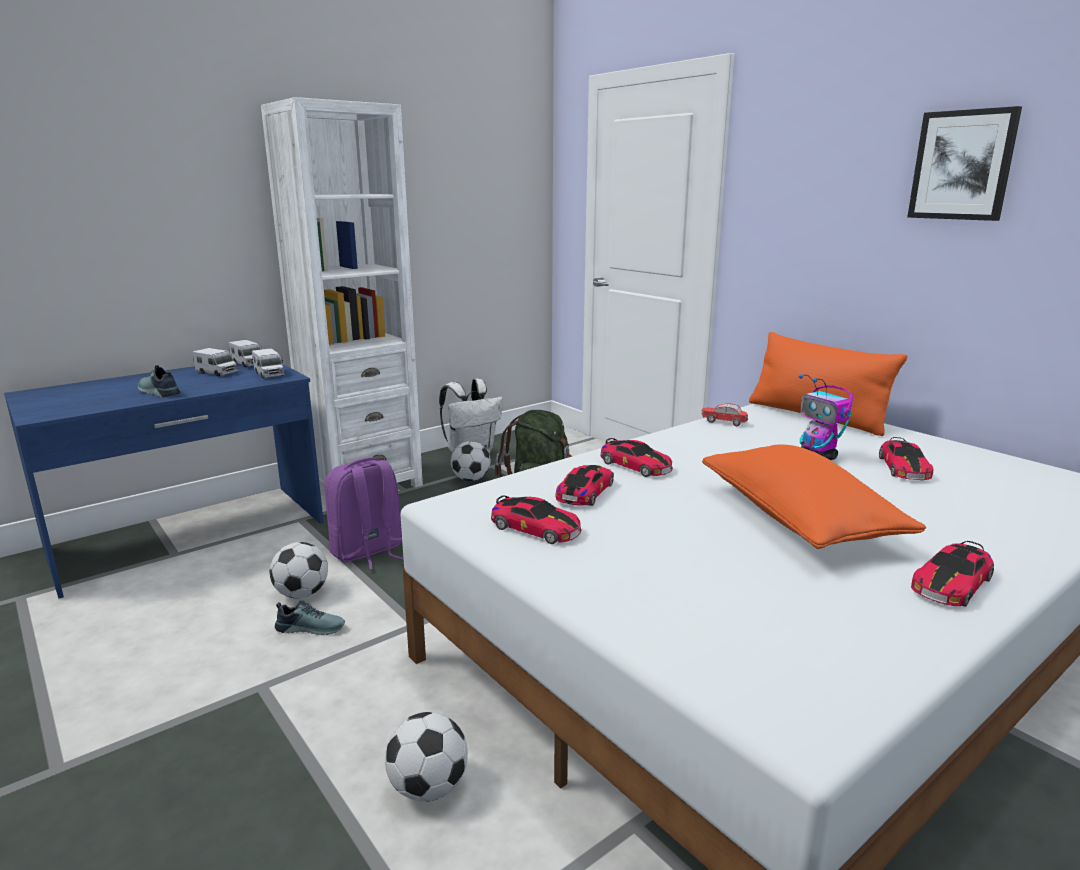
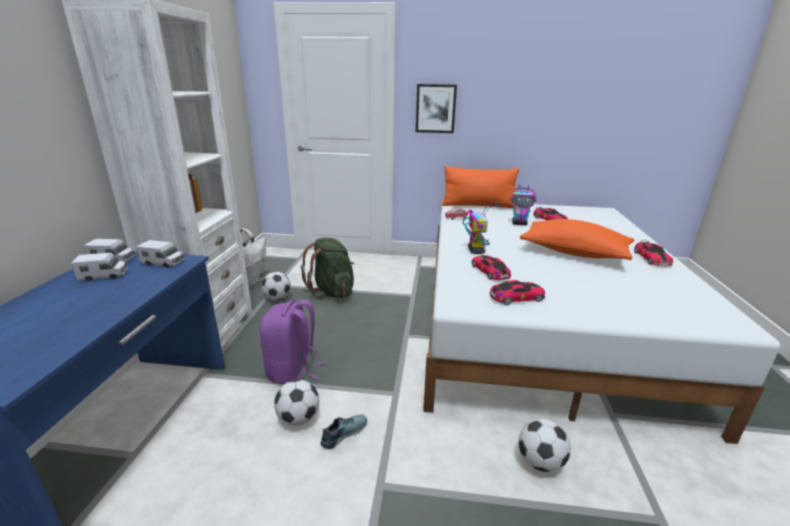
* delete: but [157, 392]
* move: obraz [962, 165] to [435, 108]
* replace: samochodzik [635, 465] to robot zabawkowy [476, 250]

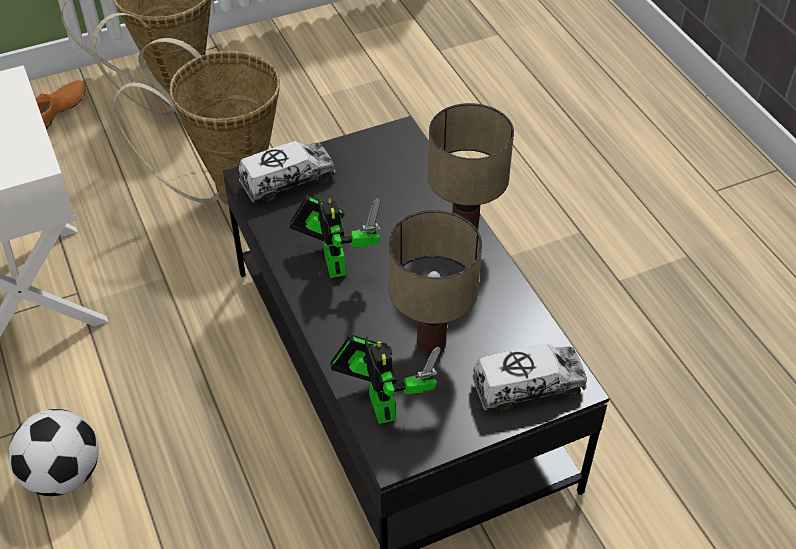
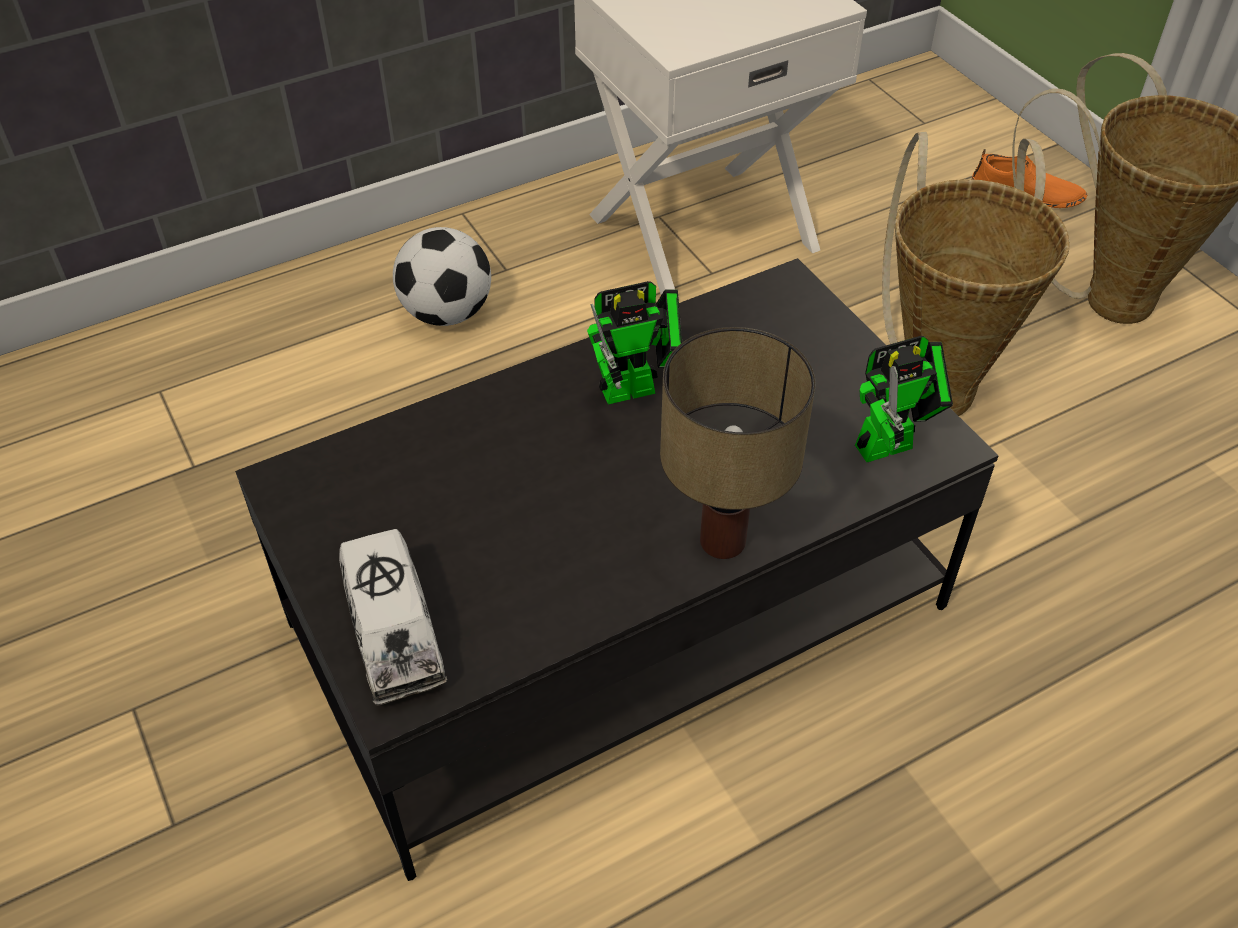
* delete: ciężarówka zabawkowa [287, 181]
* delete: lampa stołowa [432, 342]
* move: robot zabawkowy [380, 401] to [892, 444]

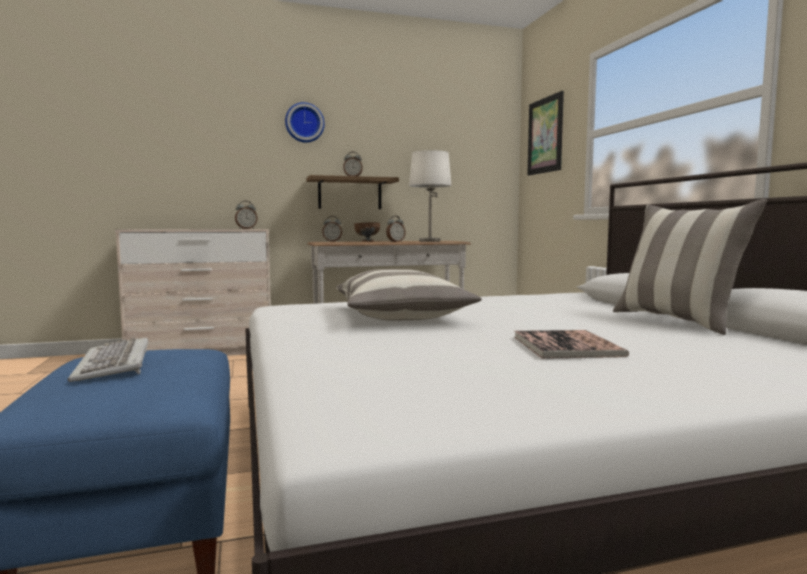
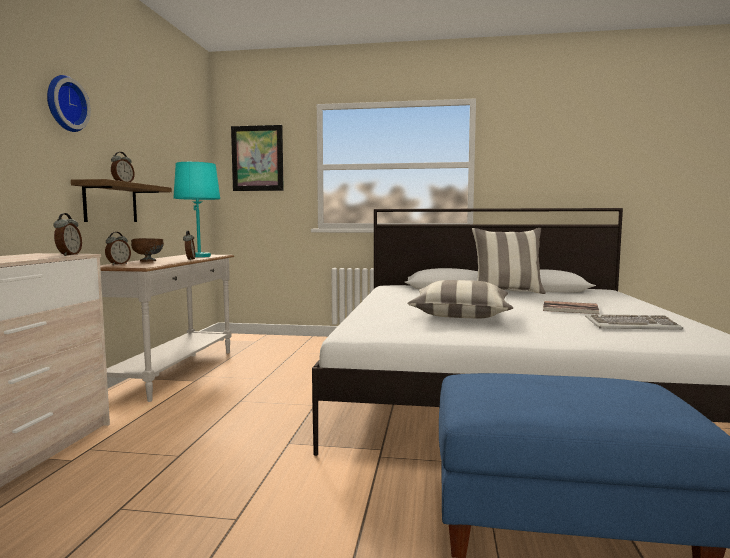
* move: klawiatura [115, 364] to [631, 326]
* recolor: lampa stołowa (biały) [430, 241] to lampa stołowa (turkusowy) [199, 256]

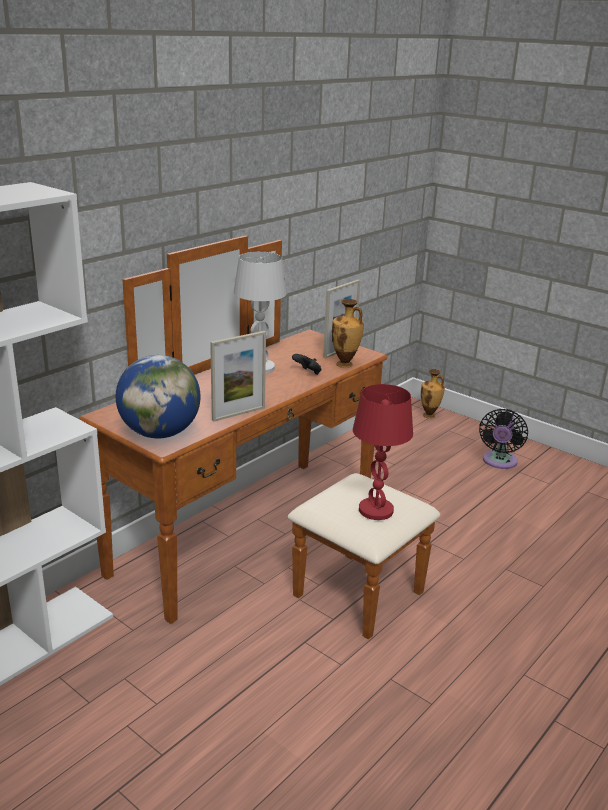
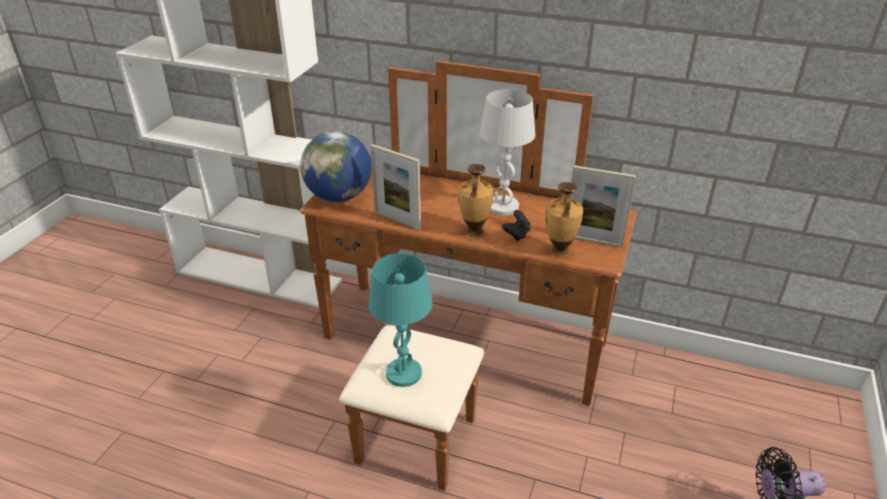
* move: wazon [429, 416] to [474, 232]
* recolor: lampa stołowa (czerwony) [376, 510] to lampa stołowa (turkusowy) [403, 374]

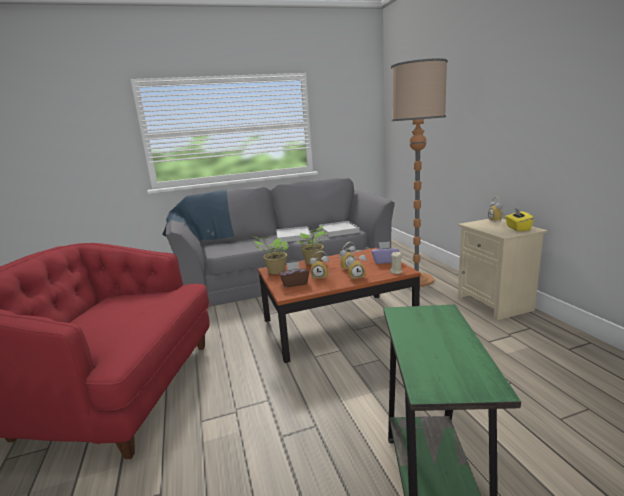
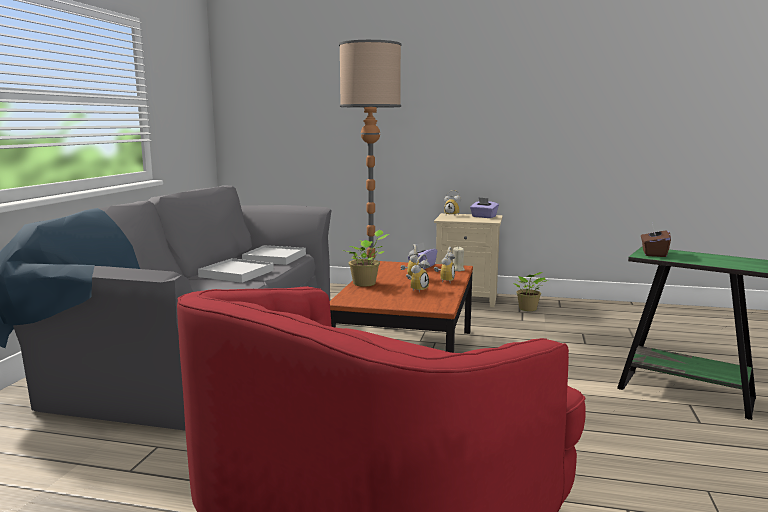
* move: roślina doniczkowa [275, 271] to [528, 309]
* move: pudełko chusteczek (brązowy) [294, 283] to [653, 253]
* recolor: pudełko chusteczek (żółty) [517, 228] to pudełko chusteczek (fioletowy) [483, 217]

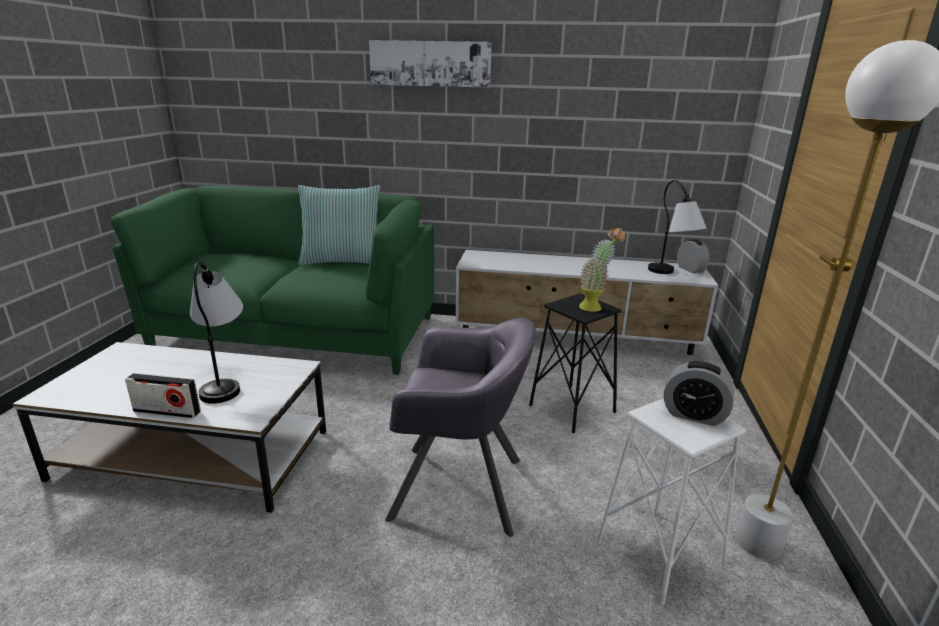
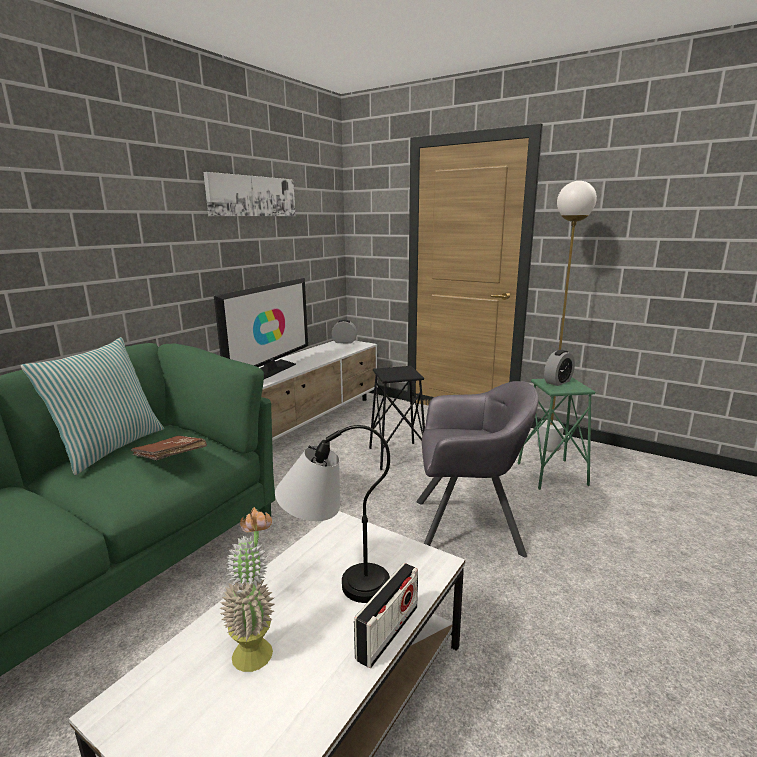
* delete: lampa stołowa [670, 275]
* insert: książka (brązowy) [170, 459]
* insert: telewizor [269, 370]
* move: obraz [430, 64] to [252, 196]
* move: roślina doniczkowa [595, 307] to [256, 645]
* recolor: stołek (biały) [659, 554] to stołek (zielony) [552, 474]
* rotate: fotel (szary) [459, 488] = [468, 527] 60 degrees clockwise

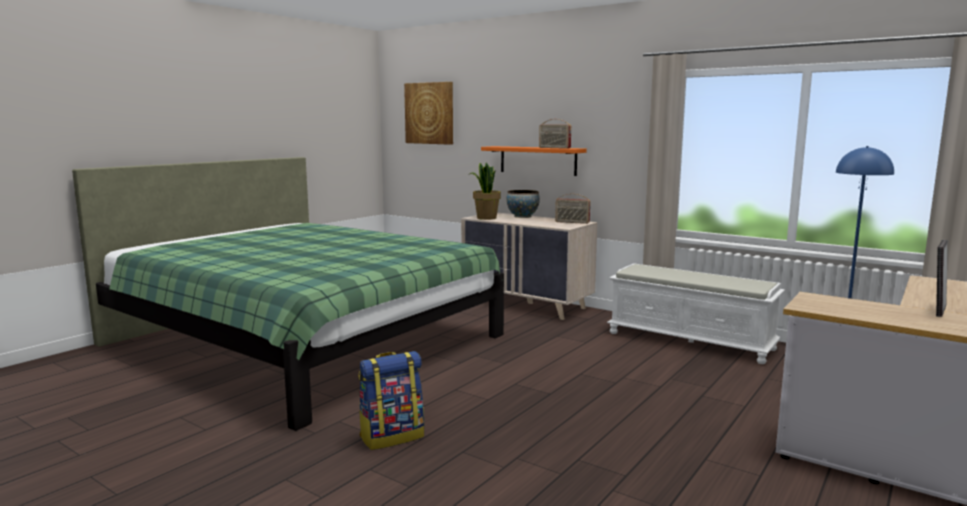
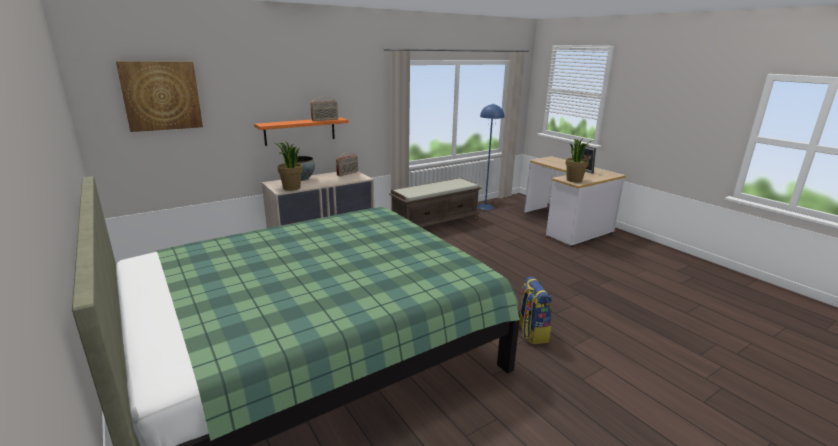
* insert: roślina doniczkowa [574, 180]
* recolor: ławka (biały) [691, 341] to ławka (brązowy) [435, 222]

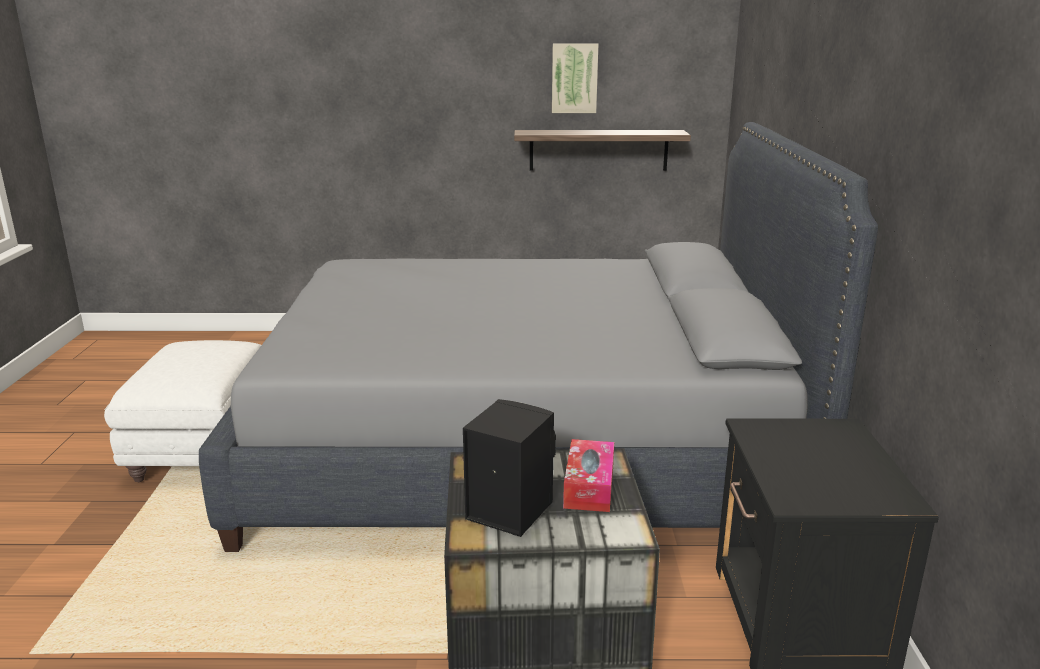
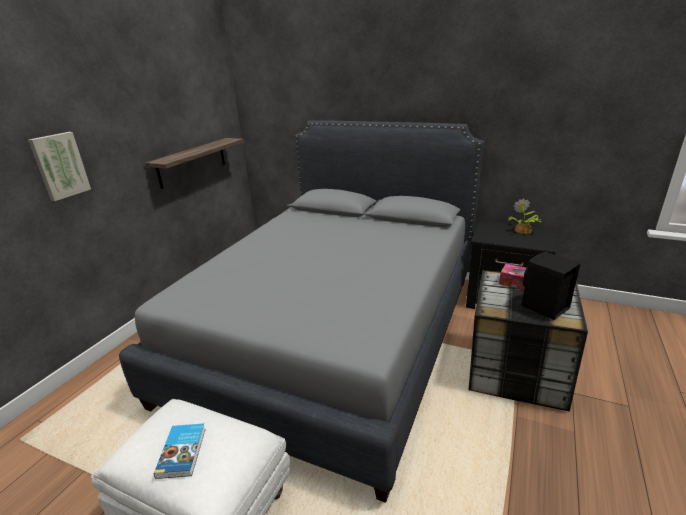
* insert: książka [183, 452]
* insert: roślina doniczkowa [522, 230]
* move: obraz [574, 78] to [59, 166]

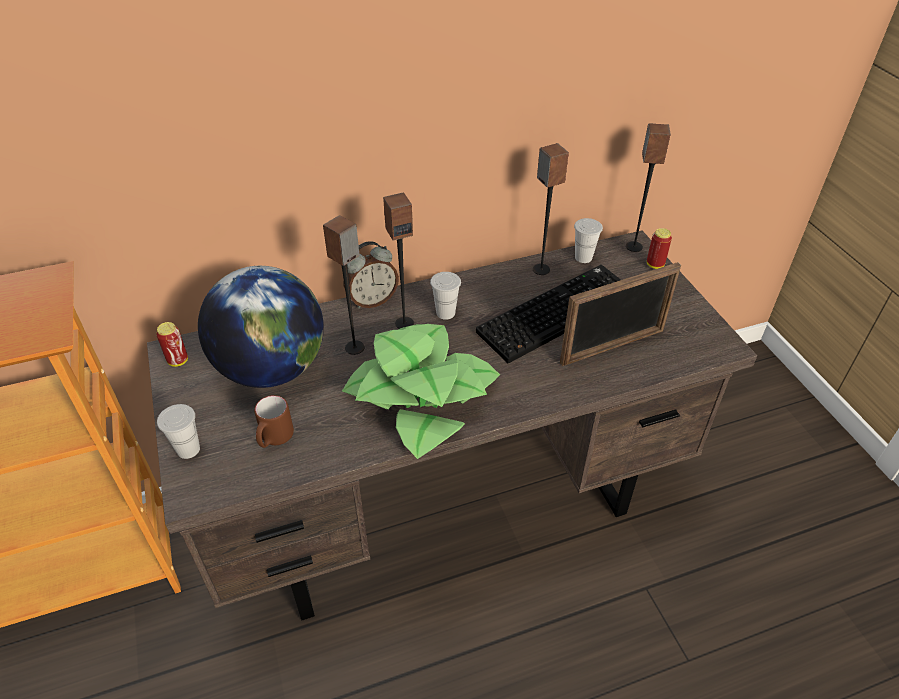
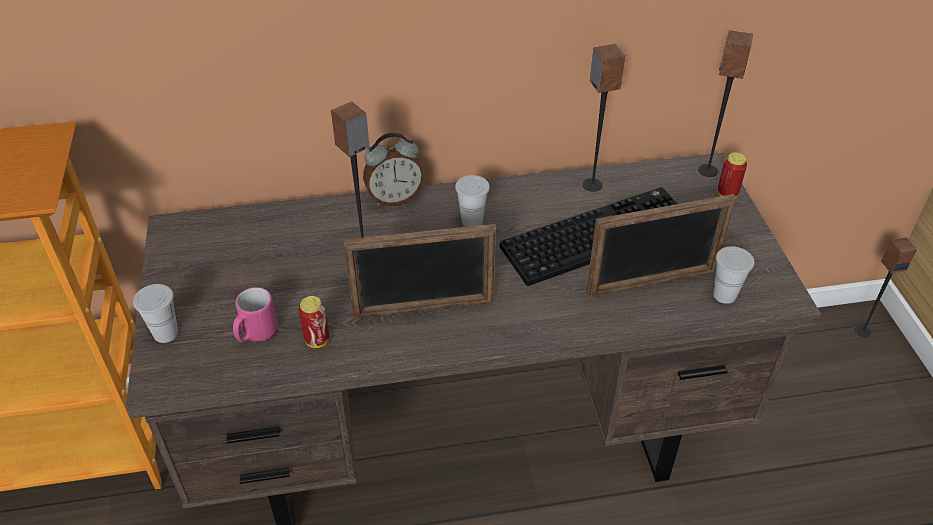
* delete: globus [272, 368]
* move: puszka [178, 361] to [317, 340]
* move: głośnik [404, 323] to [862, 331]
* move: filiżanka (biały) [583, 257] to [724, 295]
* replace: roślina doniczkowa [422, 394] to ramka na zdjęcie [424, 308]
* recolor: kubek (brązowy) [274, 439] to kubek (różowy) [256, 334]

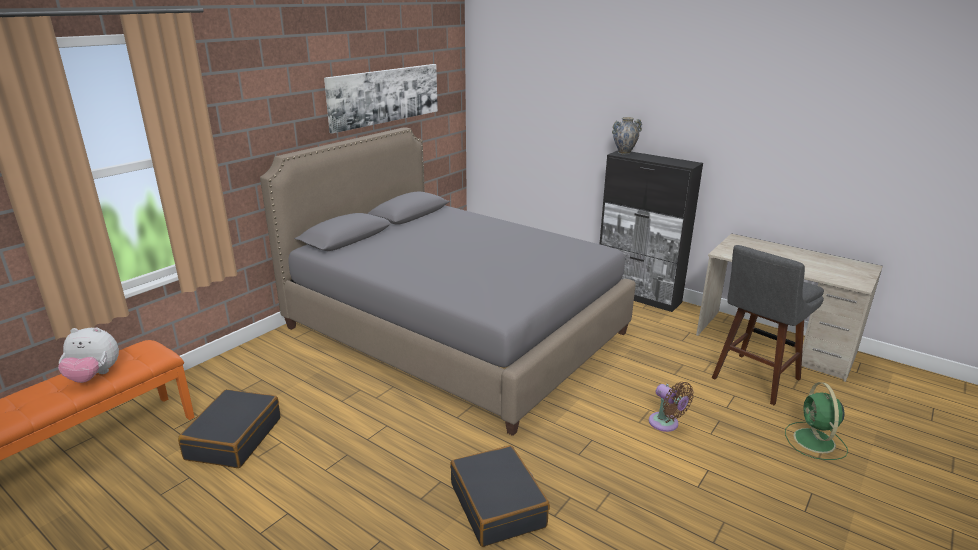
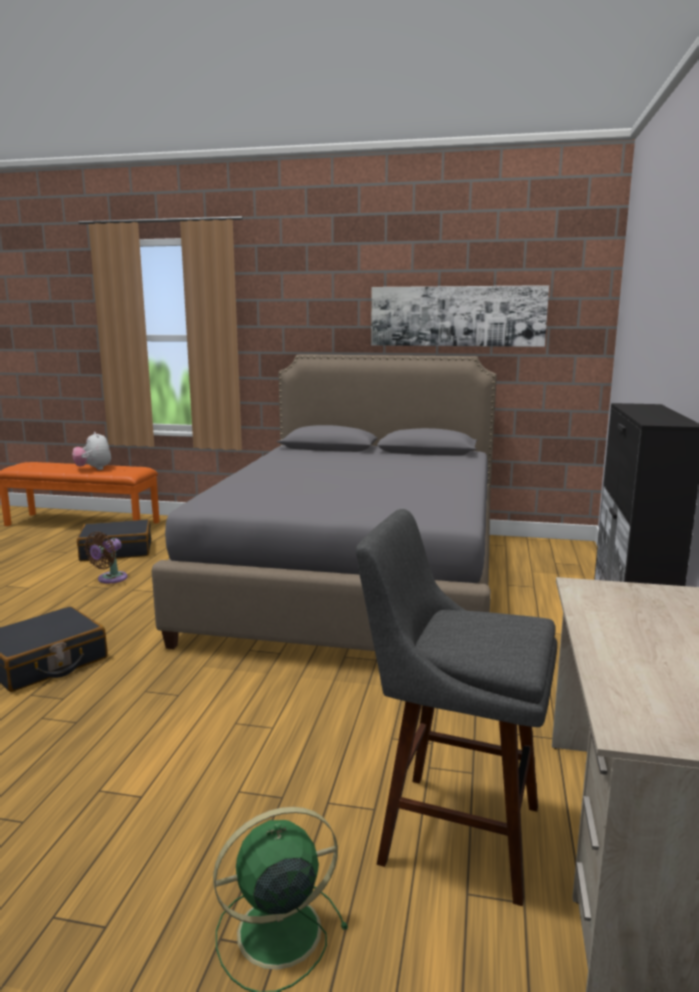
* delete: wazon [624, 153]
* move: wentylator (brązowy) [666, 424] to [110, 579]

